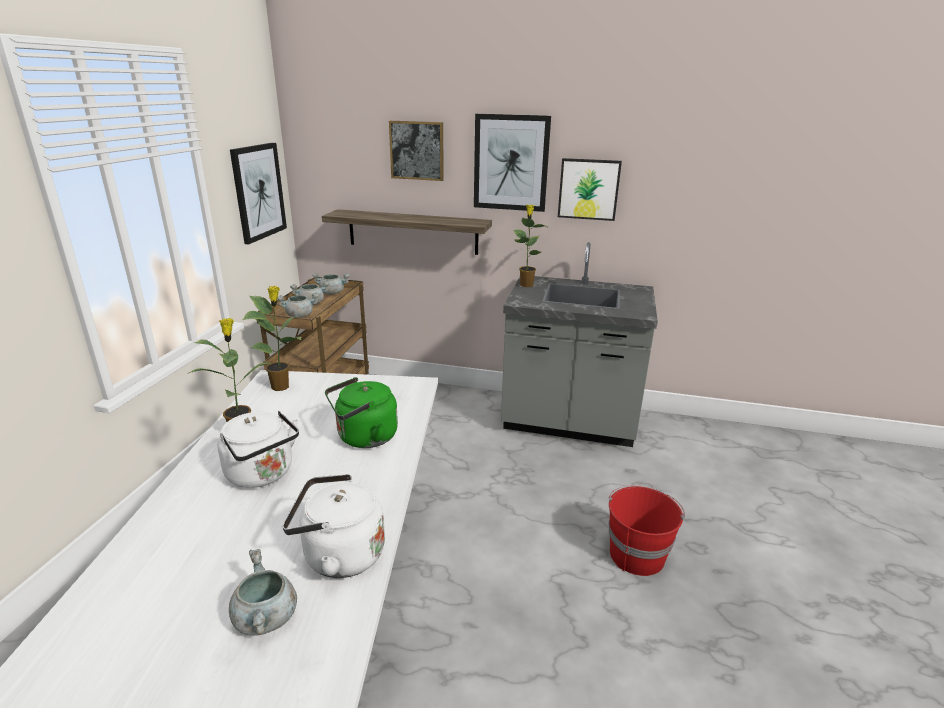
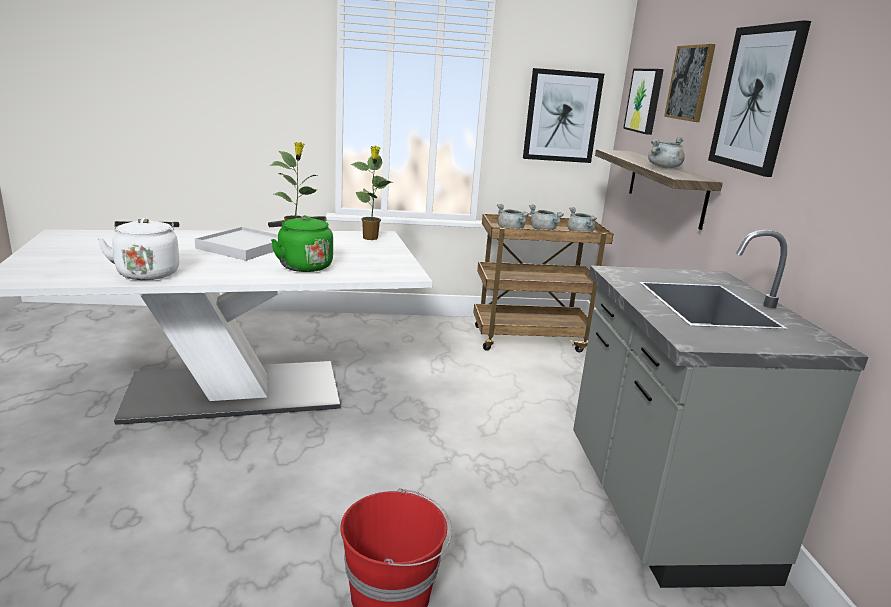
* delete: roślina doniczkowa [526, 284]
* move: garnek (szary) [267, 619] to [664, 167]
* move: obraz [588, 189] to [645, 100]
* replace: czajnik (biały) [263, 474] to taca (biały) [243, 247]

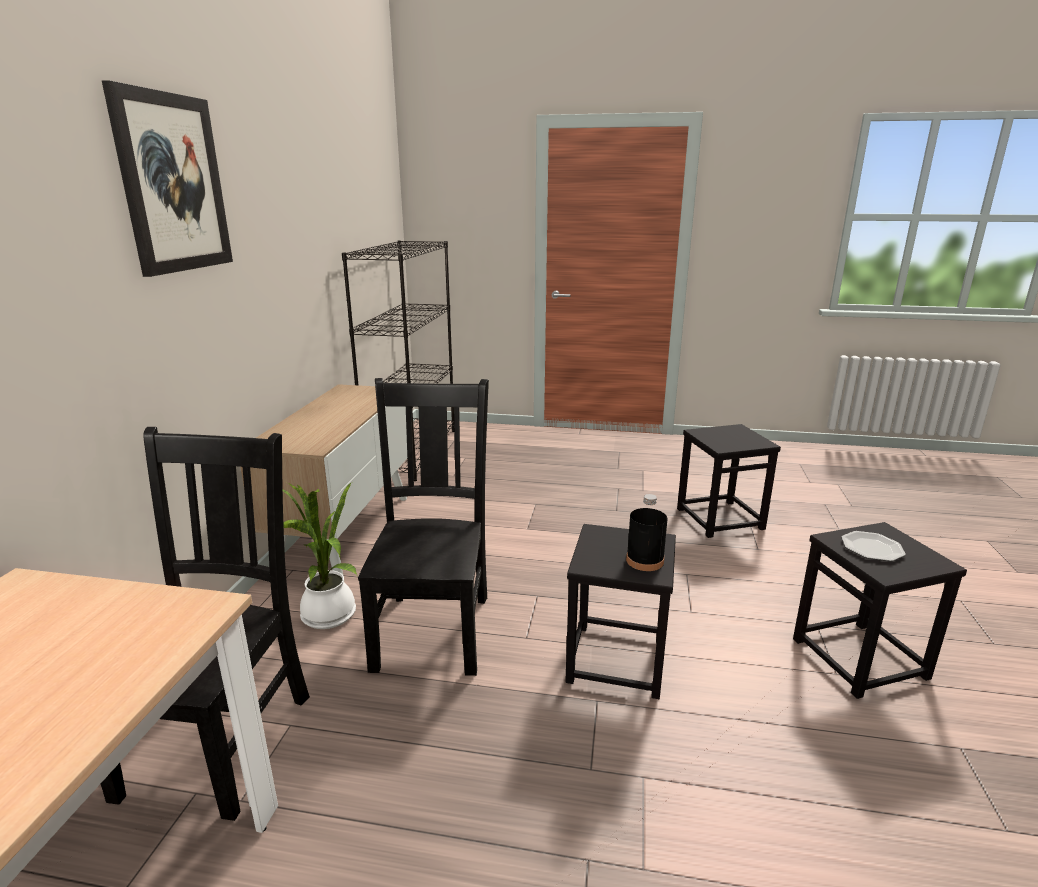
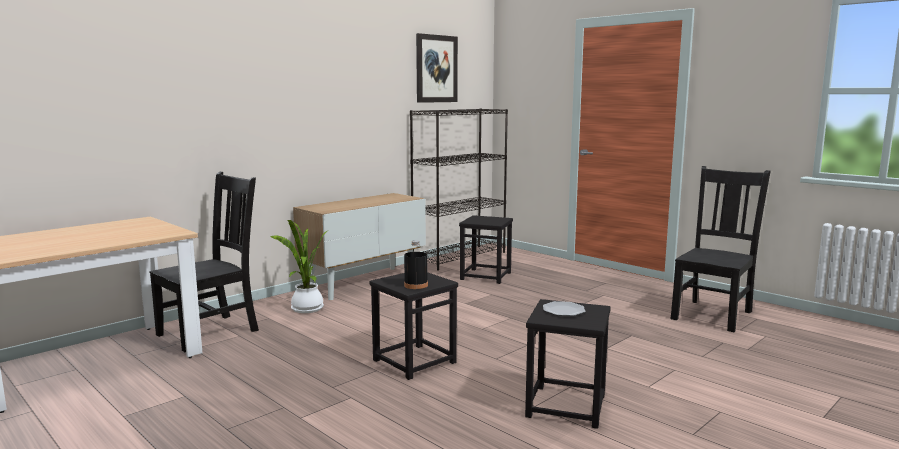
* move: obraz [173, 184] to [436, 69]
* move: krzesło (czarny) [434, 628] to [713, 314]
* move: stołek (czarny) [719, 518] to [486, 276]

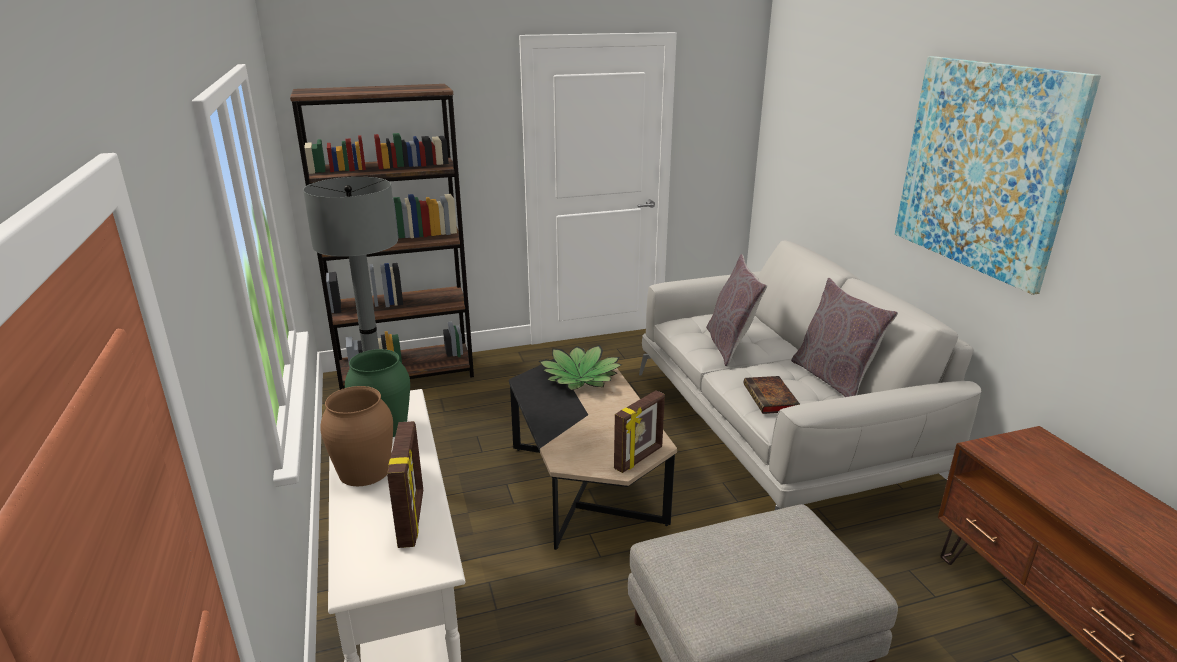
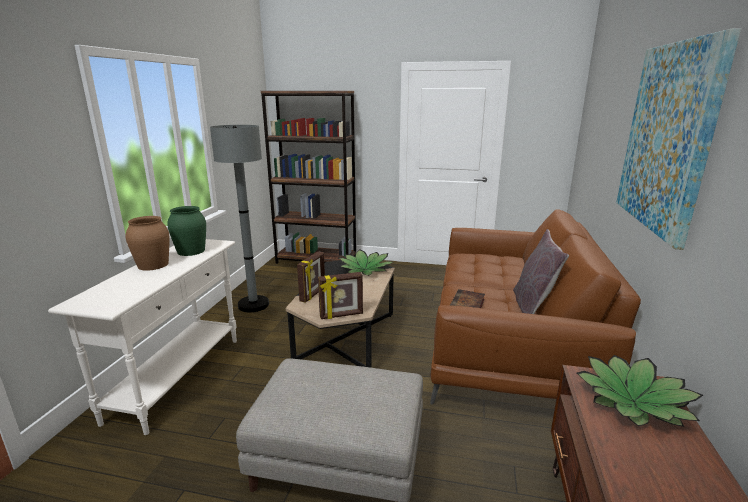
* delete: poduszka (szary) [730, 346]
* insert: roślina doniczkowa [633, 401]
* move: ramka na zdjęcie [412, 519] to [313, 294]
* recolor: kanapa (szary) [777, 427] to kanapa (brązowy) [509, 343]

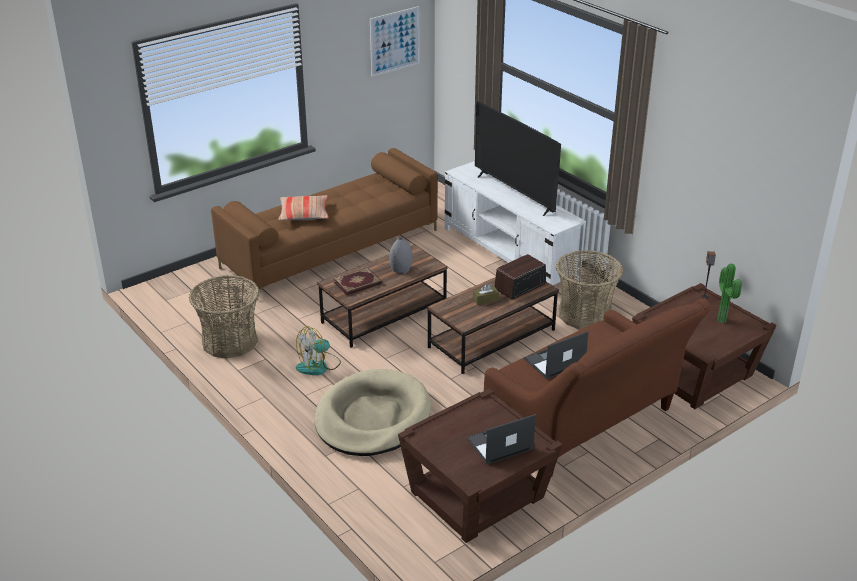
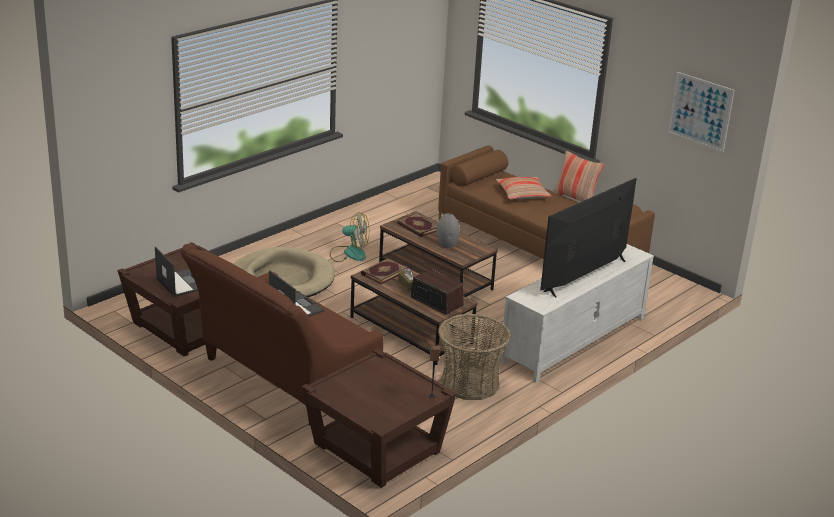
* delete: koszyk [229, 341]
* delete: roślina doniczkowa [723, 320]
* insert: książka [383, 272]
* insert: poduszka [575, 198]
* rotate: wentylator [318, 366] = [349, 253] 150 degrees clockwise

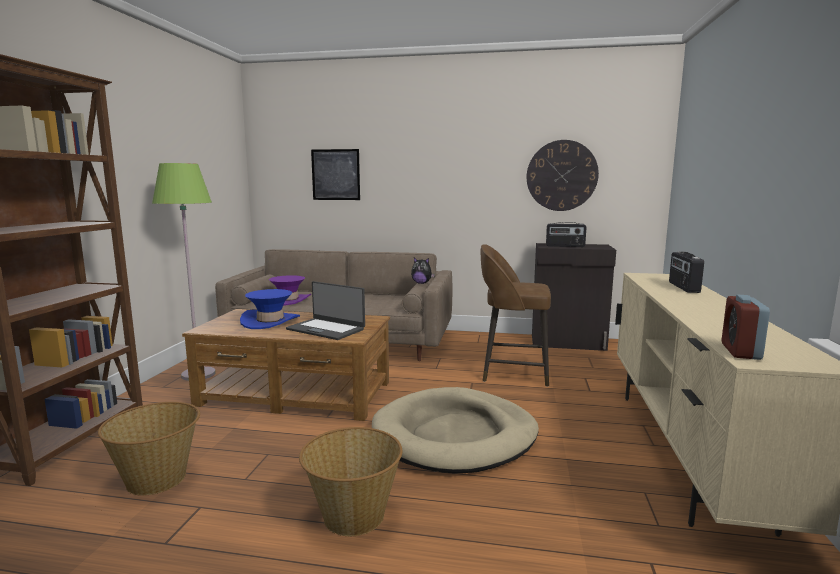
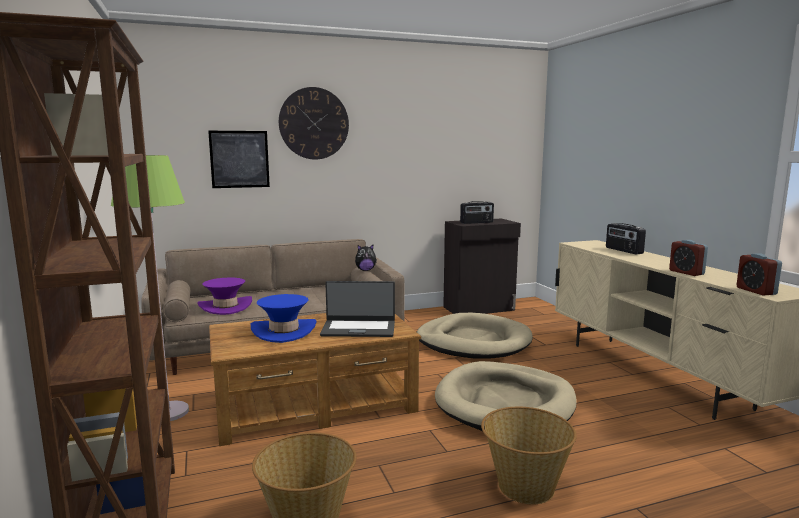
* insert: budzik [686, 272]
* move: zegar ścienny [561, 175] to [314, 123]
* replace: stołek (brązowy) [512, 372] to legowisko (beżowy) [473, 341]

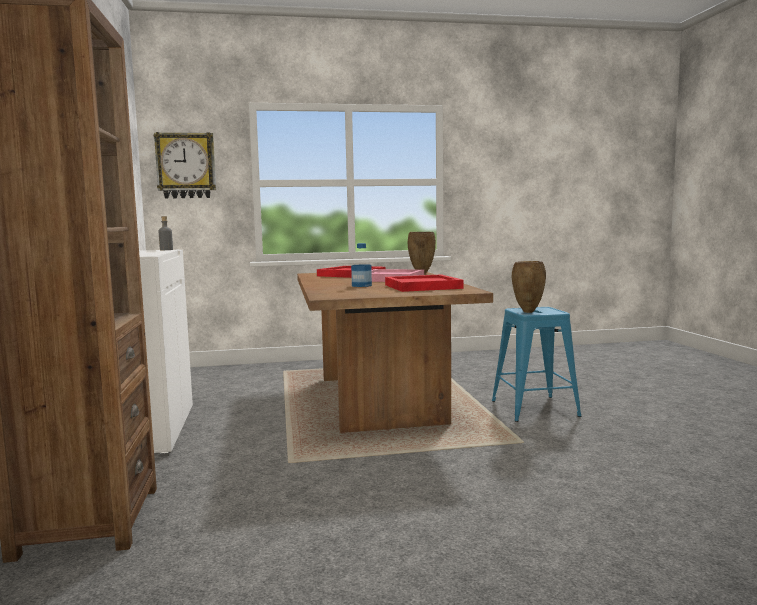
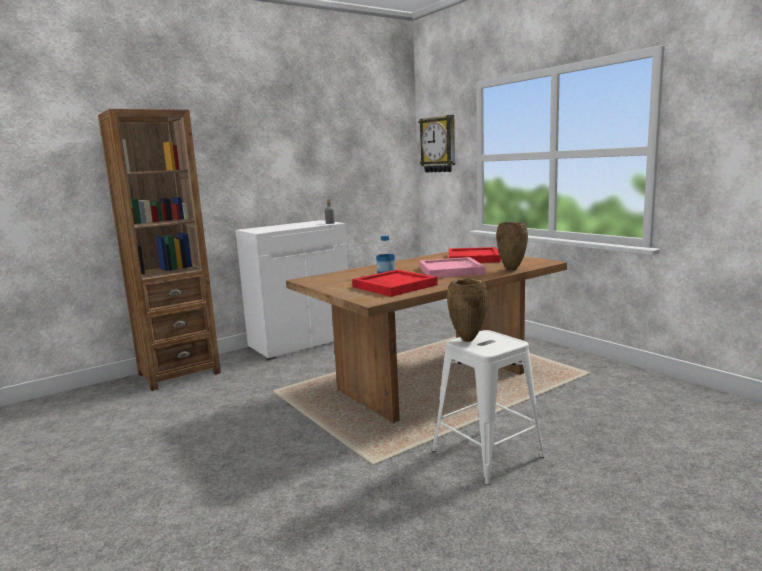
* recolor: stołek (niebieski) [534, 408] to stołek (biały) [487, 453]

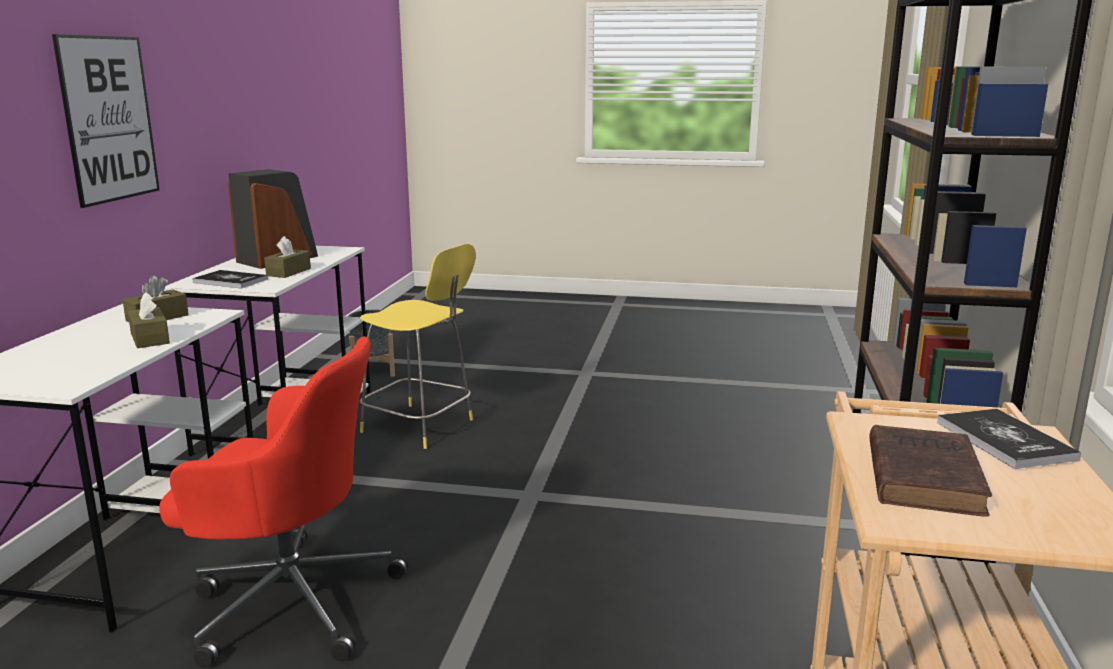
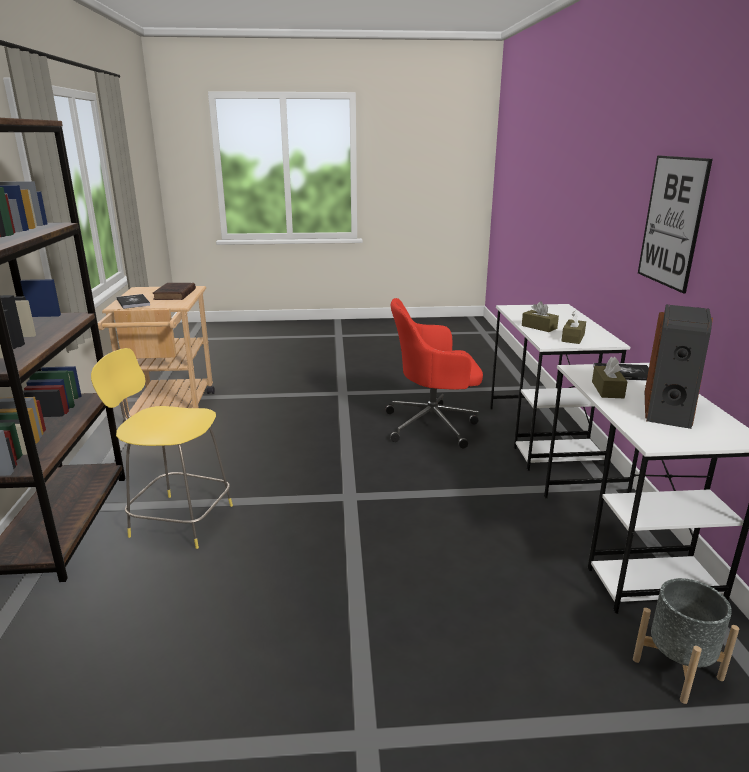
* move: stołek (żółty) [420, 427] to [178, 520]

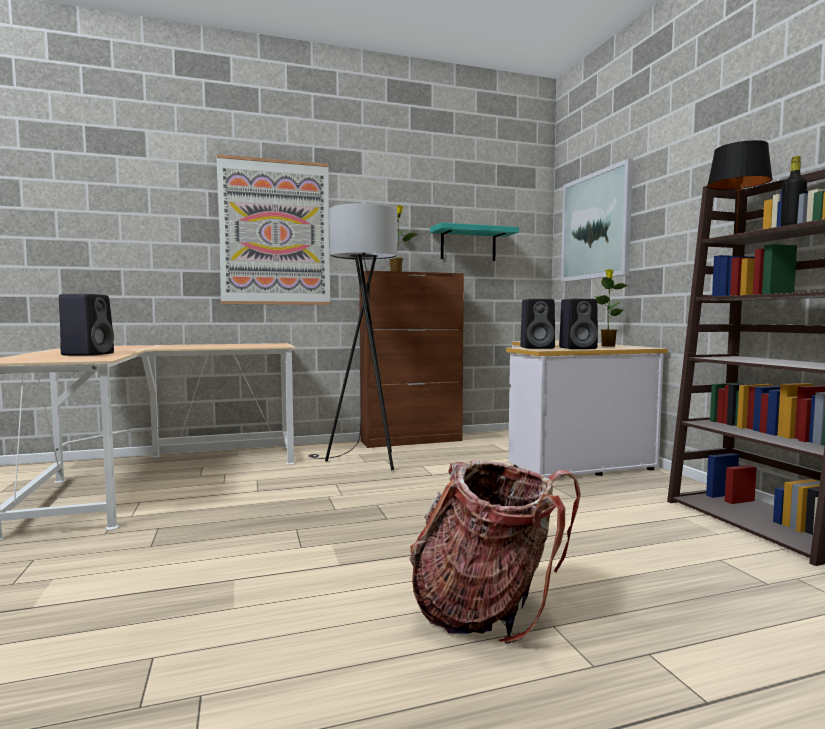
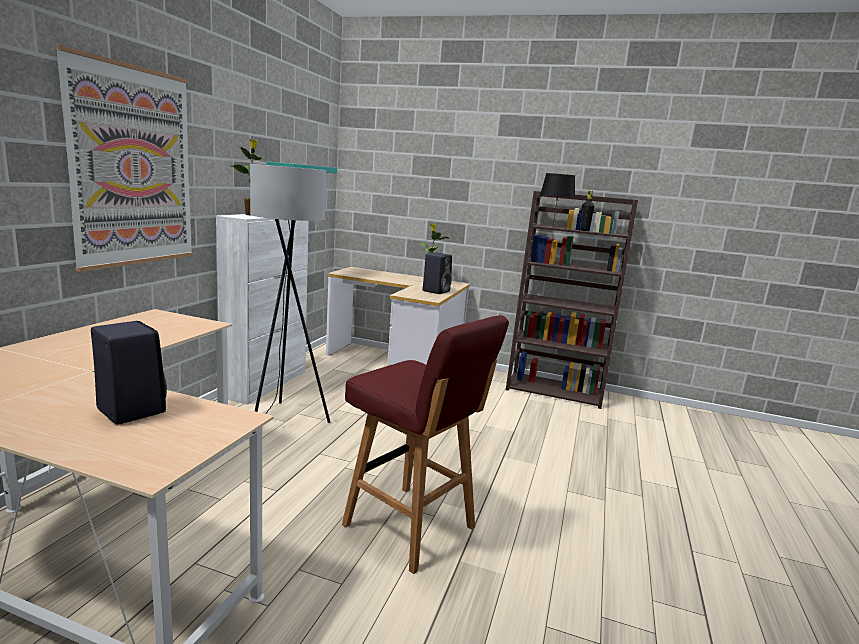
* delete: plecak [488, 610]
* delete: głośnik (czarny) [538, 348]
* delete: obraz [595, 226]
* insert: stołek (czerwony) [411, 528]
* recolor: szafka (brązowy) [412, 440] to szafka (biały) [266, 383]

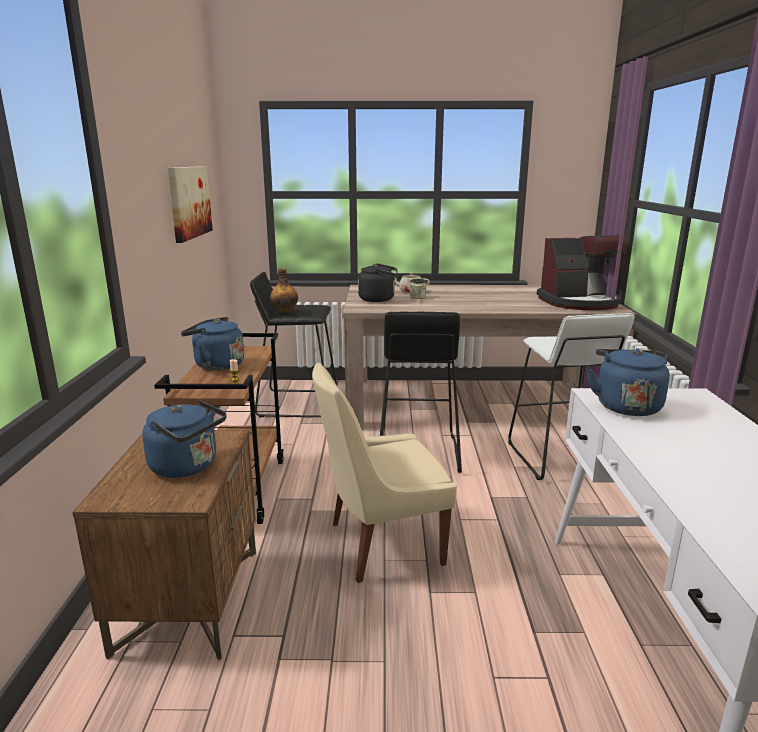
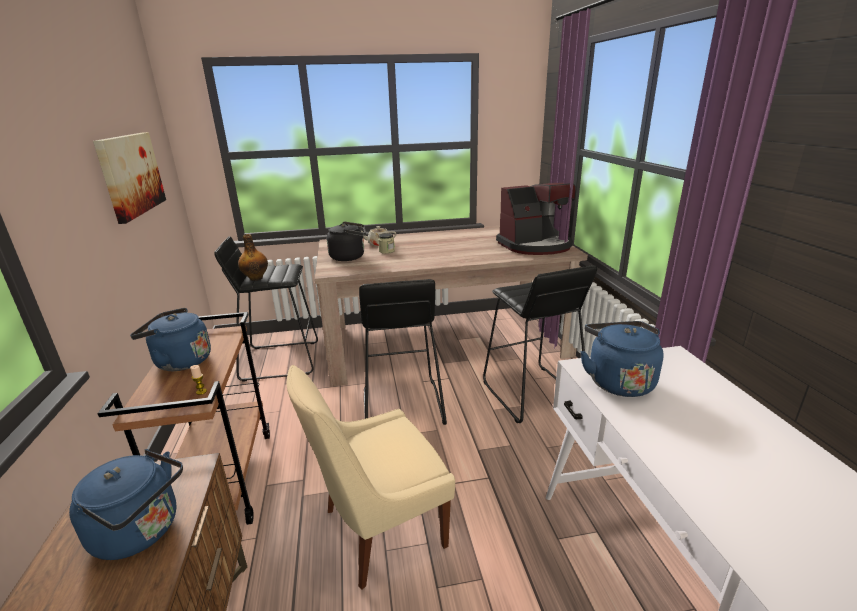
* recolor: stołek (biały) [559, 457] to stołek (czarny) [531, 394]

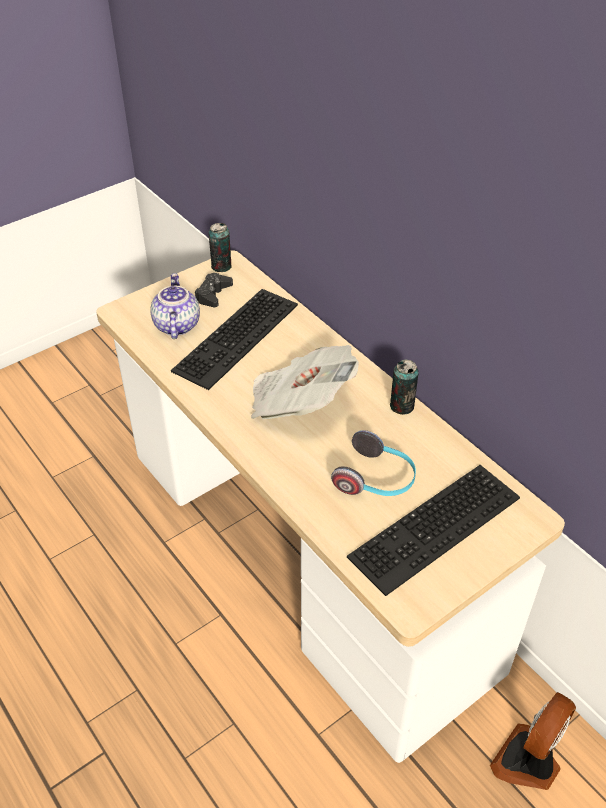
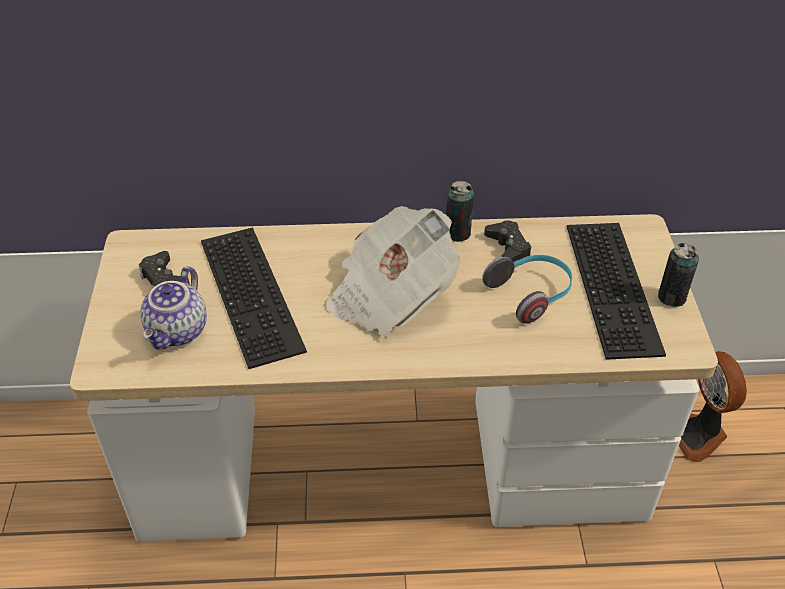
* insert: pad do gier (czarny) [508, 248]
* move: puszka [221, 266] to [671, 297]
* rotate: imbryk [175, 325] = [179, 332] 105 degrees counterclockwise

